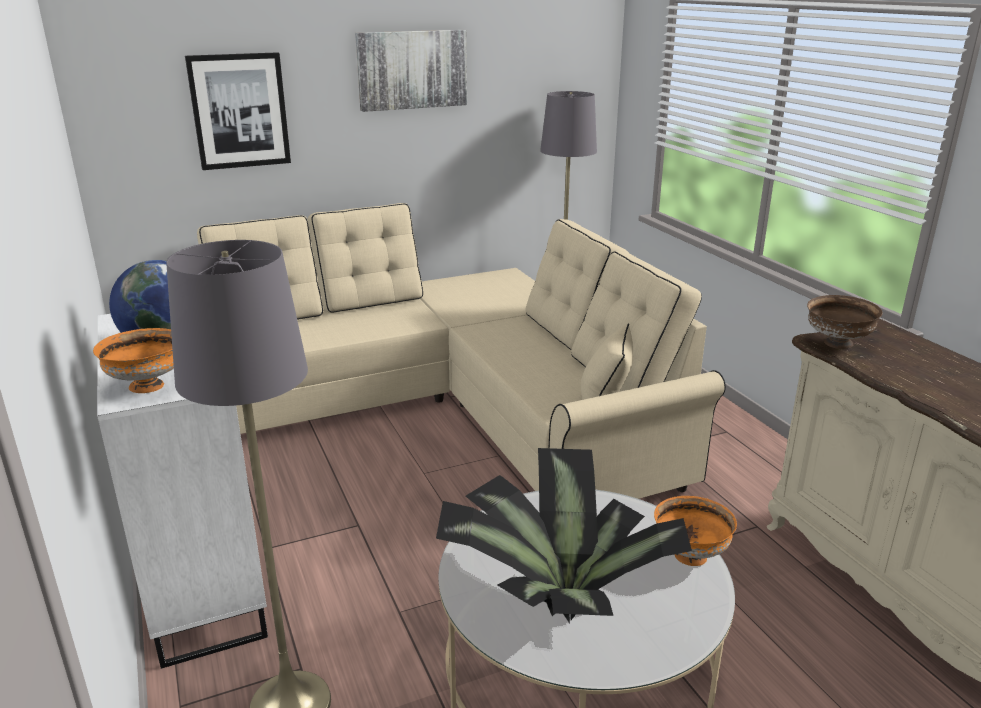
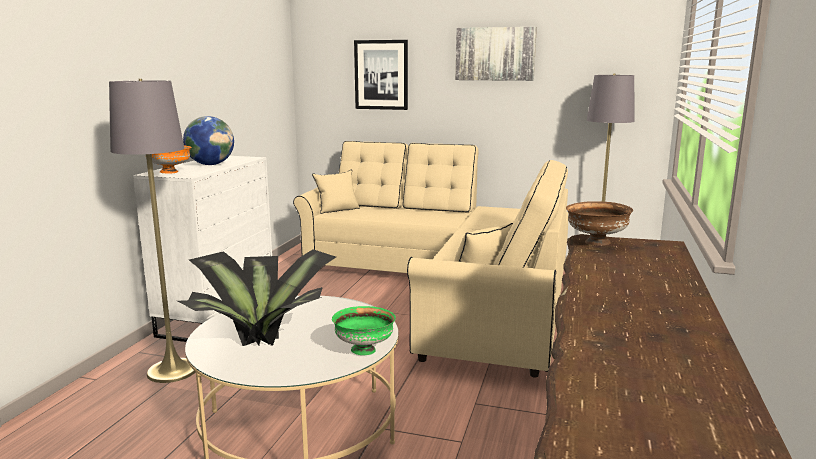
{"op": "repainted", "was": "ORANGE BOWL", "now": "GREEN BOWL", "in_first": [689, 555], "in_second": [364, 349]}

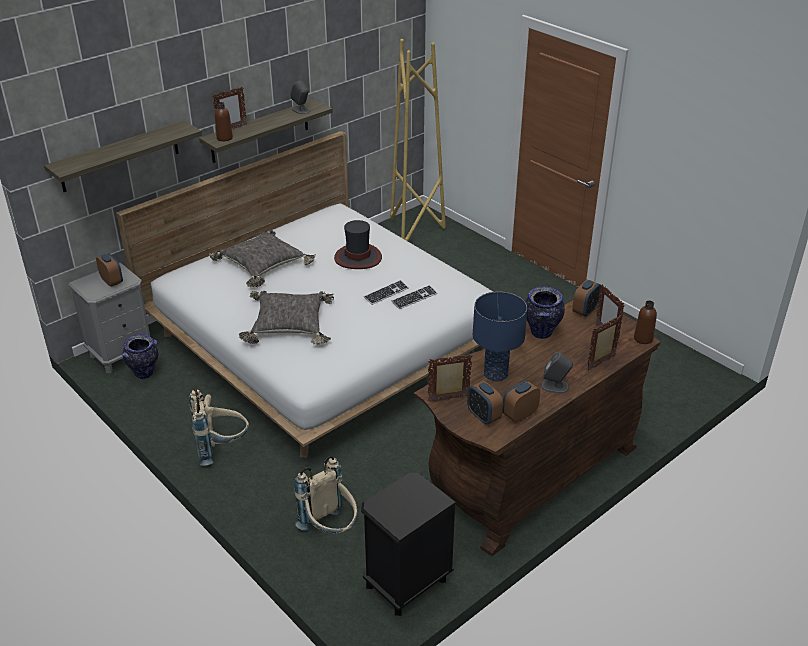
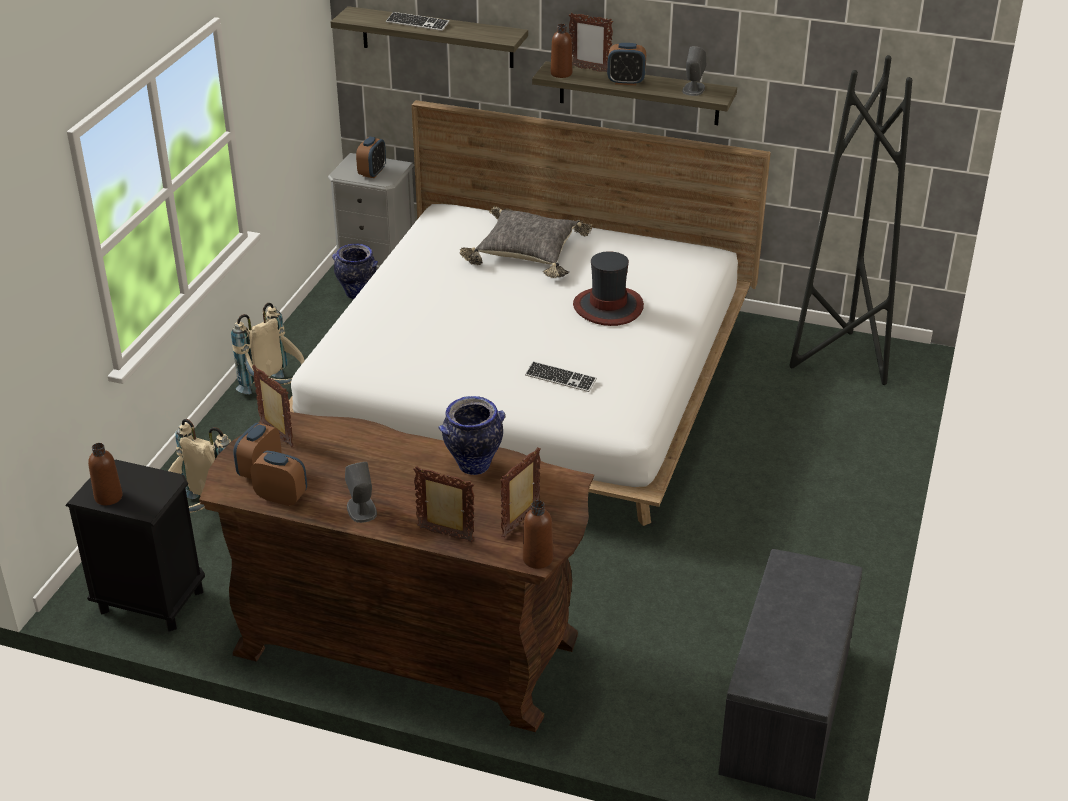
{"op": "gone", "was": "PILLOW", "in_first": [289, 322]}
{"op": "gone", "was": "BLUE TABLE LAMP", "in_first": [495, 374]}
{"op": "new", "now": "BROWN BOTTLE", "in_second": [108, 497]}
{"op": "new", "now": "GREY BENCH", "in_second": [788, 711]}
{"op": "shifted", "was": "KEYBOARD", "in_first": [386, 293], "in_second": [417, 23]}
{"op": "shifted", "was": "ALARM CLOCK", "in_first": [585, 311], "in_second": [626, 82]}
{"op": "repainted", "was": "YELLOW CLOTHES RACK", "now": "BLACK CLOTHES RACK", "in_first": [413, 232], "in_second": [842, 361]}

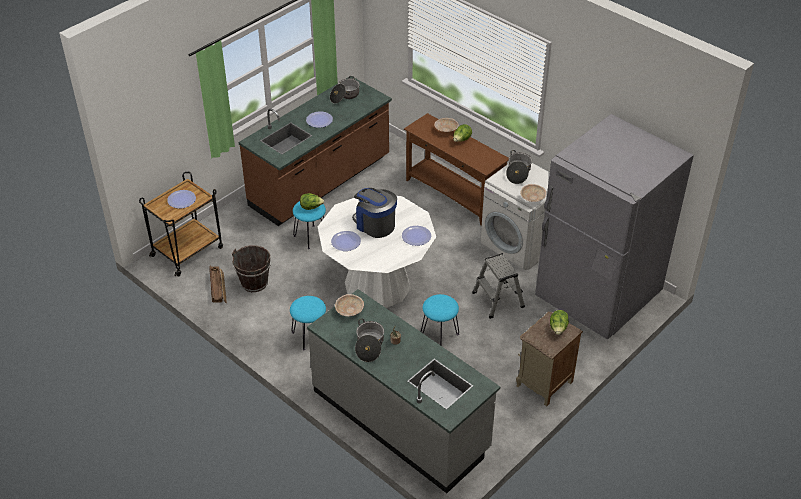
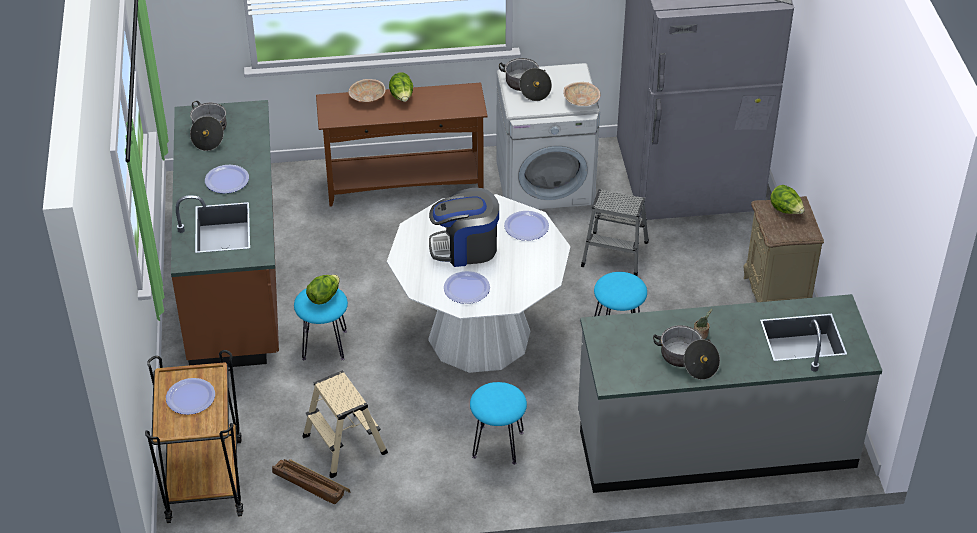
{"op": "gone", "was": "BEIGE BOWL", "in_first": [349, 311]}
{"op": "swapped", "was": "BROWN BUCKET", "now": "BEIGE STEP LADDER", "in_first": [254, 283], "in_second": [344, 444]}

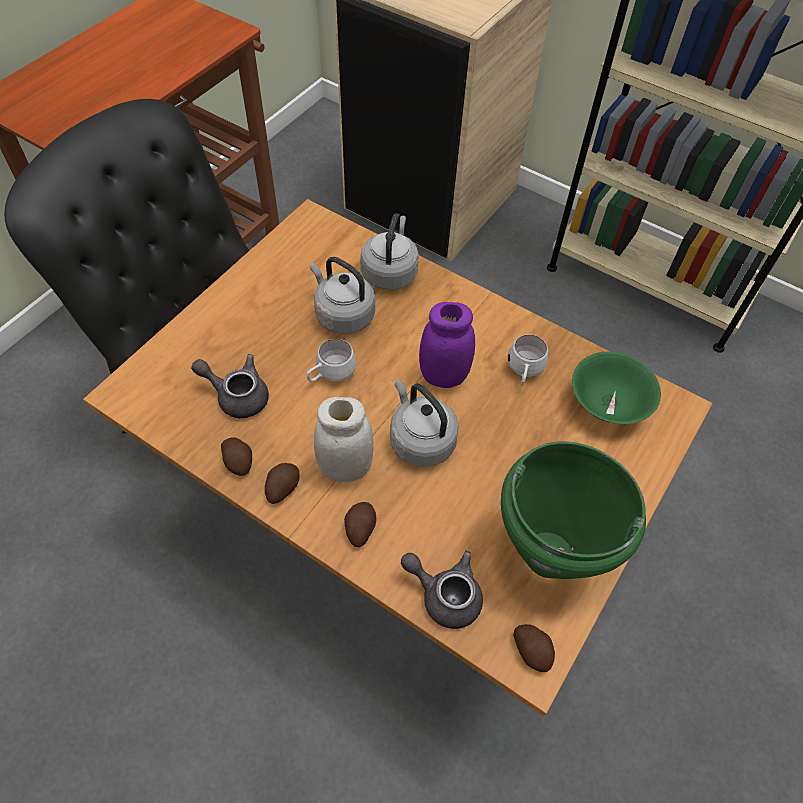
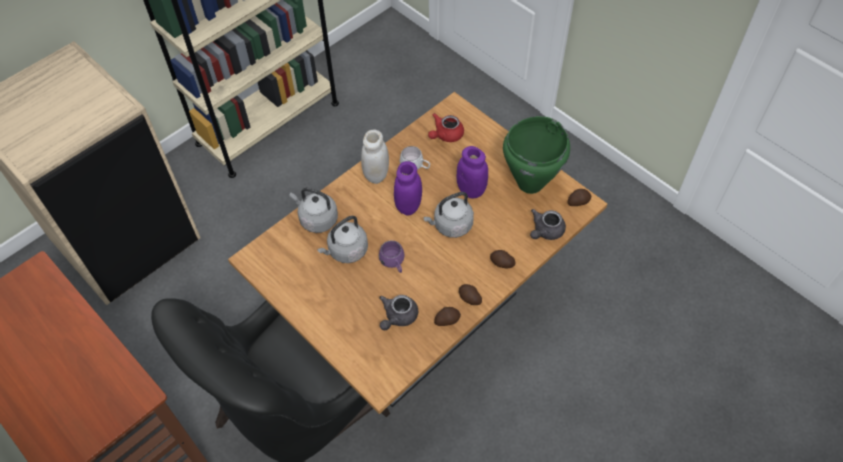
{"op": "new", "now": "PURPLE JAR", "in_second": [471, 190]}
{"op": "shifted", "was": "WHITE JAR", "in_first": [345, 467], "in_second": [376, 175]}
{"op": "swapped", "was": "GREEN BOWL", "now": "RED TEAPOT", "in_first": [607, 404], "in_second": [445, 135]}
{"op": "repainted", "was": "WHITE MUG", "now": "PURPLE MUG", "in_first": [330, 375], "in_second": [394, 264]}

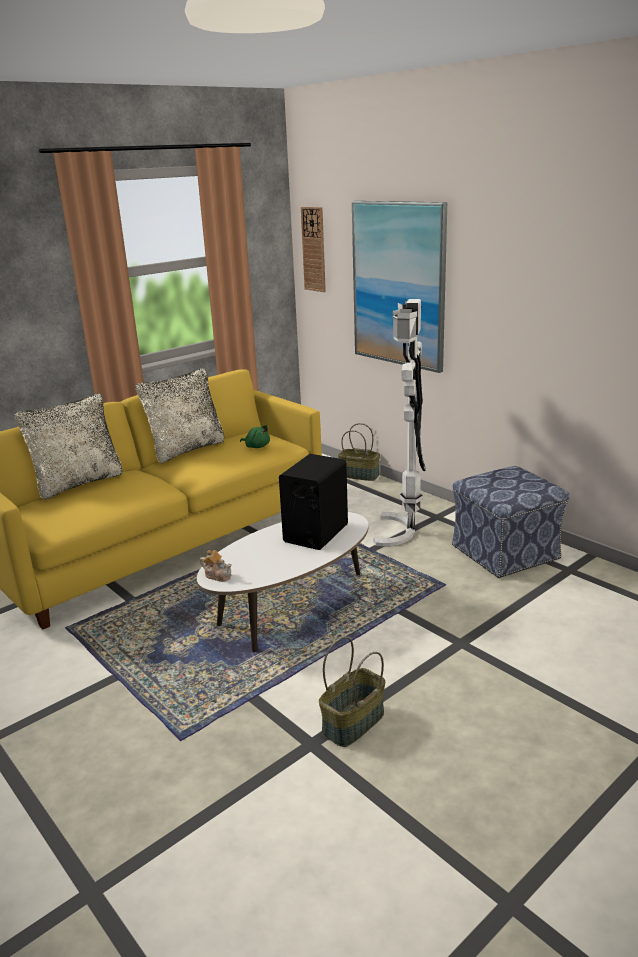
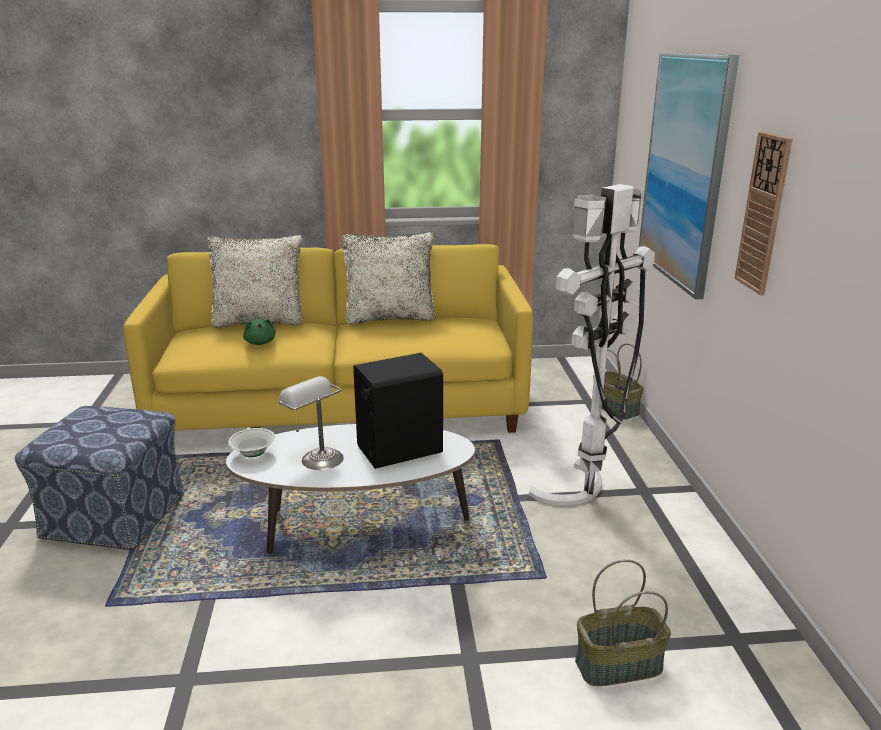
{"op": "new", "now": "WHITE TABLE LAMP", "in_second": [316, 456]}
{"op": "shifted", "was": "GREEN PLUSH TOY", "in_first": [256, 446], "in_second": [260, 342]}
{"op": "shifted", "was": "WALL CLOCK", "in_first": [314, 249], "in_second": [763, 213]}
{"op": "shifted", "was": "BASKET", "in_first": [353, 723], "in_second": [618, 666]}
{"op": "shifted", "was": "OTTOMAN", "in_first": [506, 552], "in_second": [116, 515]}
{"op": "swapped", "was": "TEAPOT", "now": "WHITE BOWL", "in_first": [218, 575], "in_second": [253, 454]}

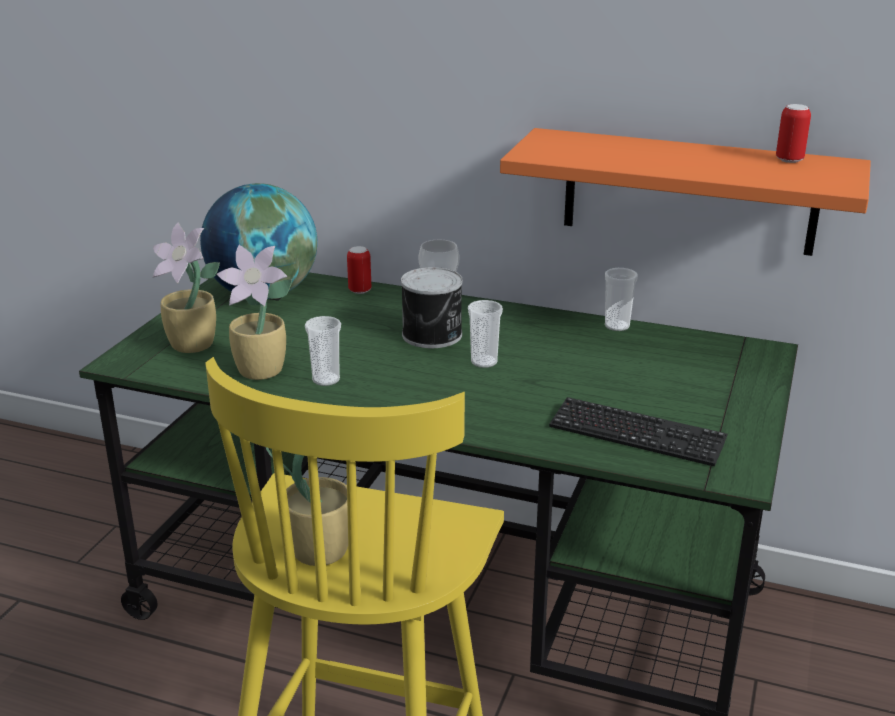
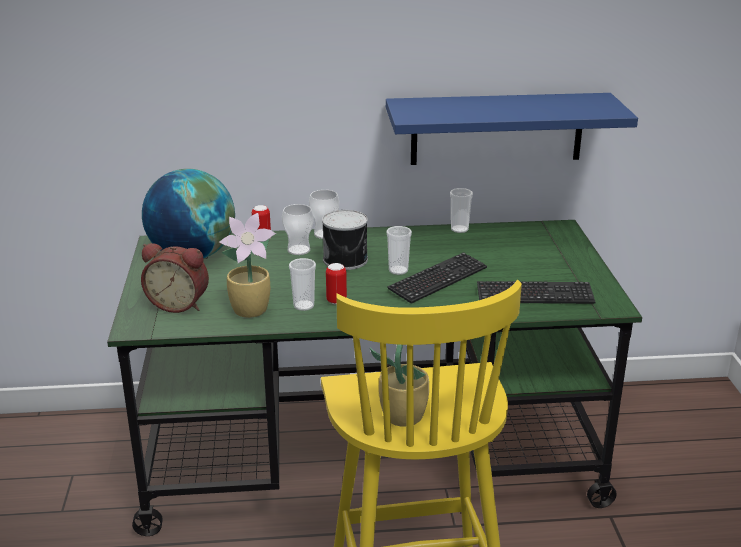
{"op": "new", "now": "CUP", "in_second": [298, 250]}
{"op": "new", "now": "KEYBOARD", "in_second": [438, 280]}
{"op": "shifted", "was": "CAN", "in_first": [789, 160], "in_second": [336, 301]}
{"op": "swapped", "was": "POTTED PLANT", "now": "ALARM CLOCK", "in_first": [193, 346], "in_second": [179, 304]}
{"op": "repainted", "was": "ORANGE SHELF", "now": "BLUE SHELF", "in_first": [689, 191], "in_second": [497, 129]}

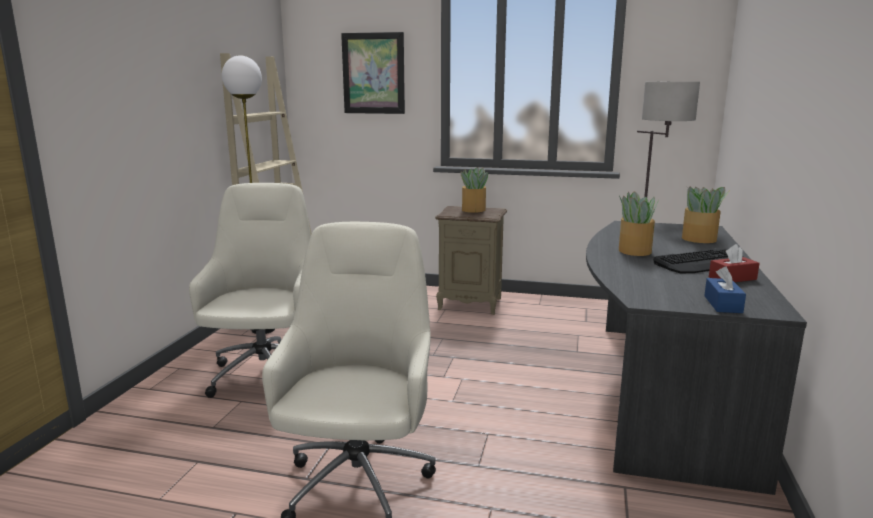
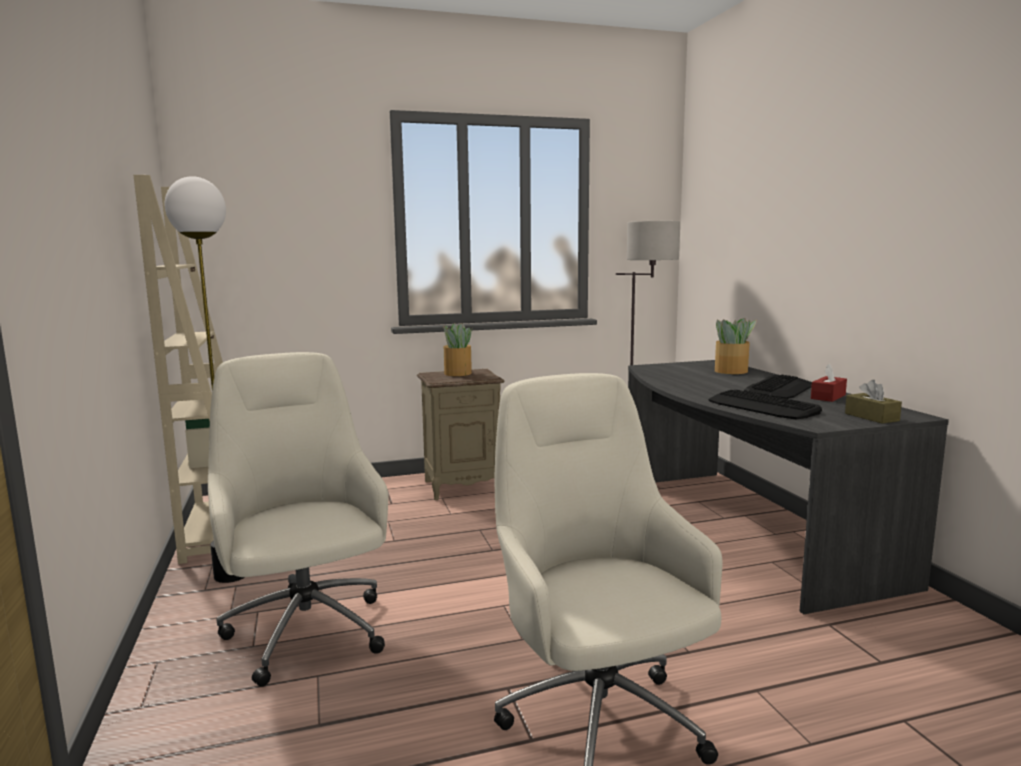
{"op": "gone", "was": "PICTURE", "in_first": [373, 73]}
{"op": "gone", "was": "POTTED PLANT", "in_first": [634, 251]}
{"op": "new", "now": "KEYBOARD", "in_second": [763, 406]}
{"op": "repainted", "was": "BLUE TISSUE BOX", "now": "BROWN TISSUE BOX", "in_first": [723, 304], "in_second": [871, 417]}

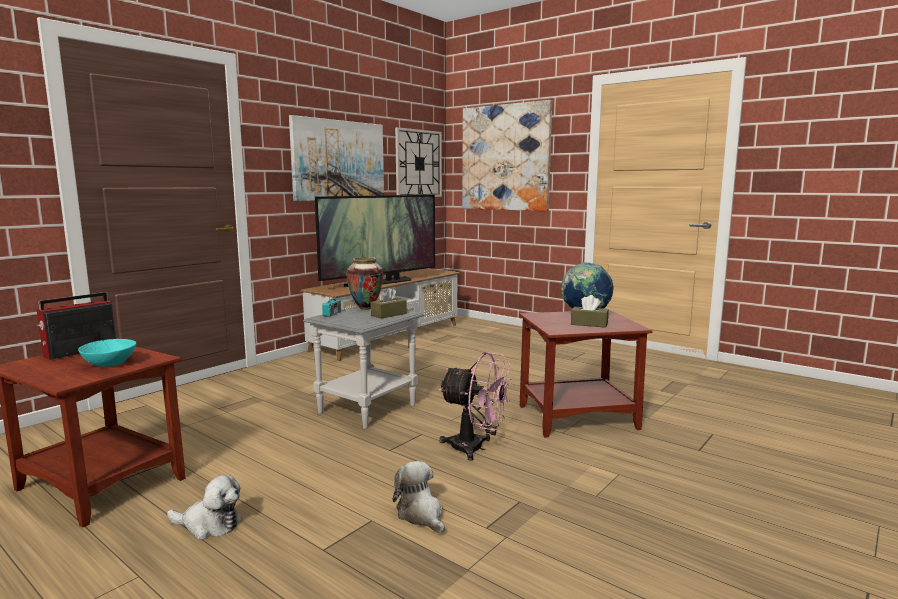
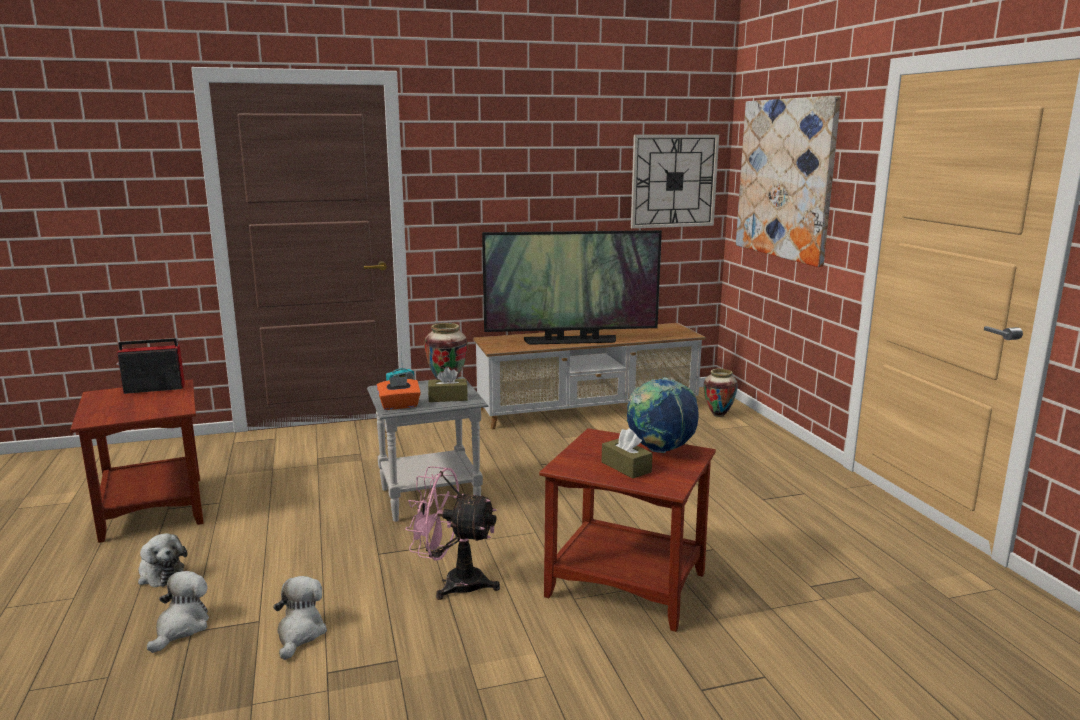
{"op": "gone", "was": "TURQUOISE BOWL", "in_first": [110, 363]}
{"op": "gone", "was": "PICTURE", "in_first": [339, 160]}
{"op": "new", "now": "PLUSH TOY", "in_second": [181, 628]}
{"op": "new", "now": "ORANGE TISSUE BOX", "in_second": [399, 406]}
{"op": "new", "now": "VASE", "in_second": [718, 415]}
{"op": "rotated", "was": "PINK FAN", "in_first": [475, 448], "in_second": [454, 583], "clockwise": 135}

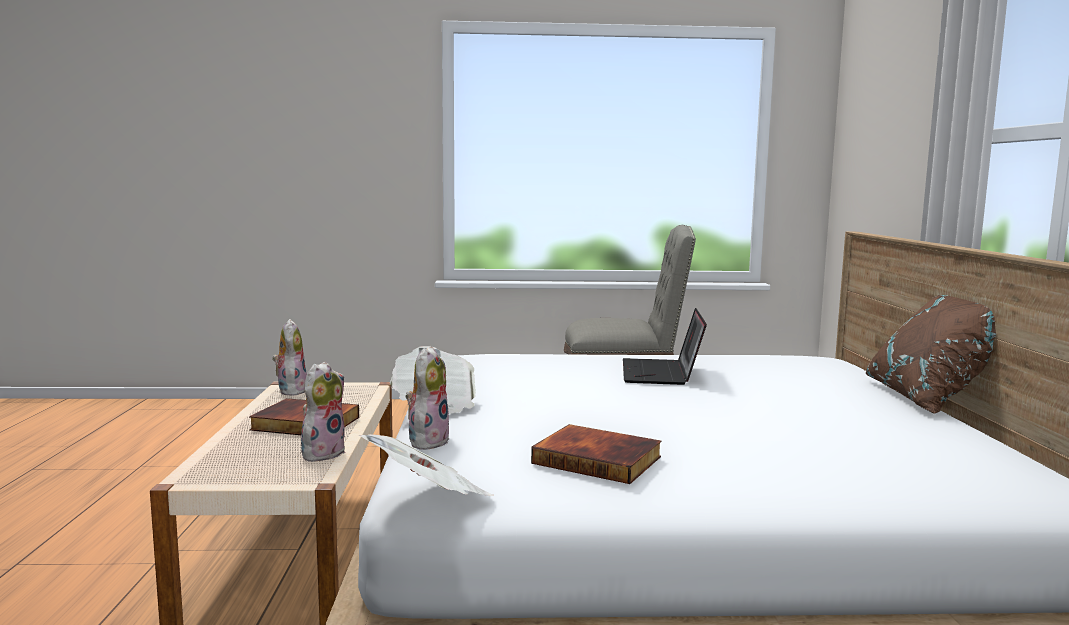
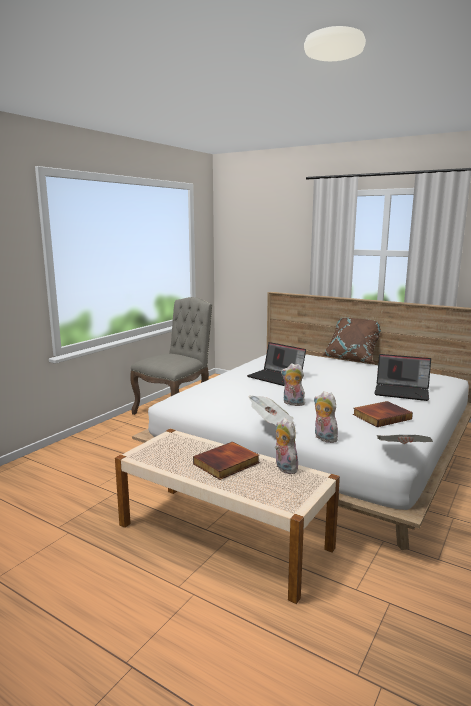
{"op": "new", "now": "LAPTOP", "in_second": [402, 392]}
{"op": "shifted", "was": "PLUSH TOY", "in_first": [291, 390], "in_second": [292, 403]}

